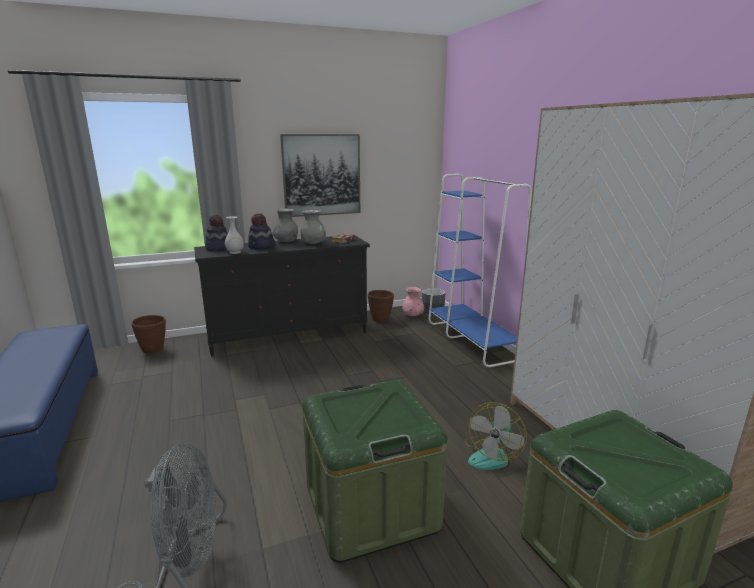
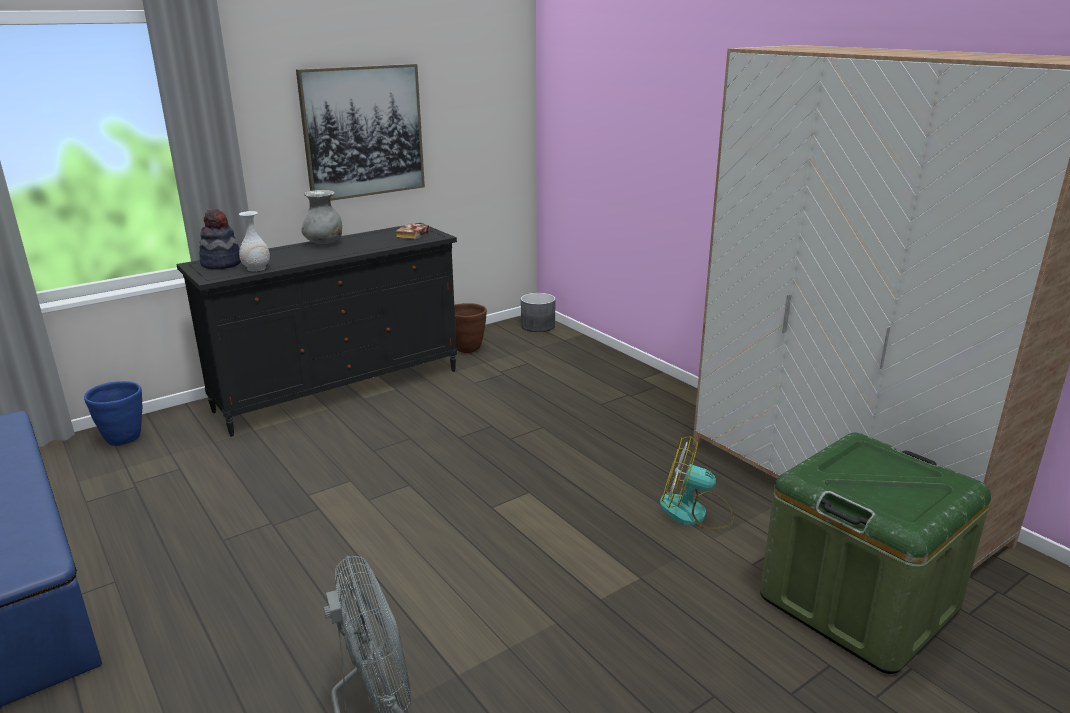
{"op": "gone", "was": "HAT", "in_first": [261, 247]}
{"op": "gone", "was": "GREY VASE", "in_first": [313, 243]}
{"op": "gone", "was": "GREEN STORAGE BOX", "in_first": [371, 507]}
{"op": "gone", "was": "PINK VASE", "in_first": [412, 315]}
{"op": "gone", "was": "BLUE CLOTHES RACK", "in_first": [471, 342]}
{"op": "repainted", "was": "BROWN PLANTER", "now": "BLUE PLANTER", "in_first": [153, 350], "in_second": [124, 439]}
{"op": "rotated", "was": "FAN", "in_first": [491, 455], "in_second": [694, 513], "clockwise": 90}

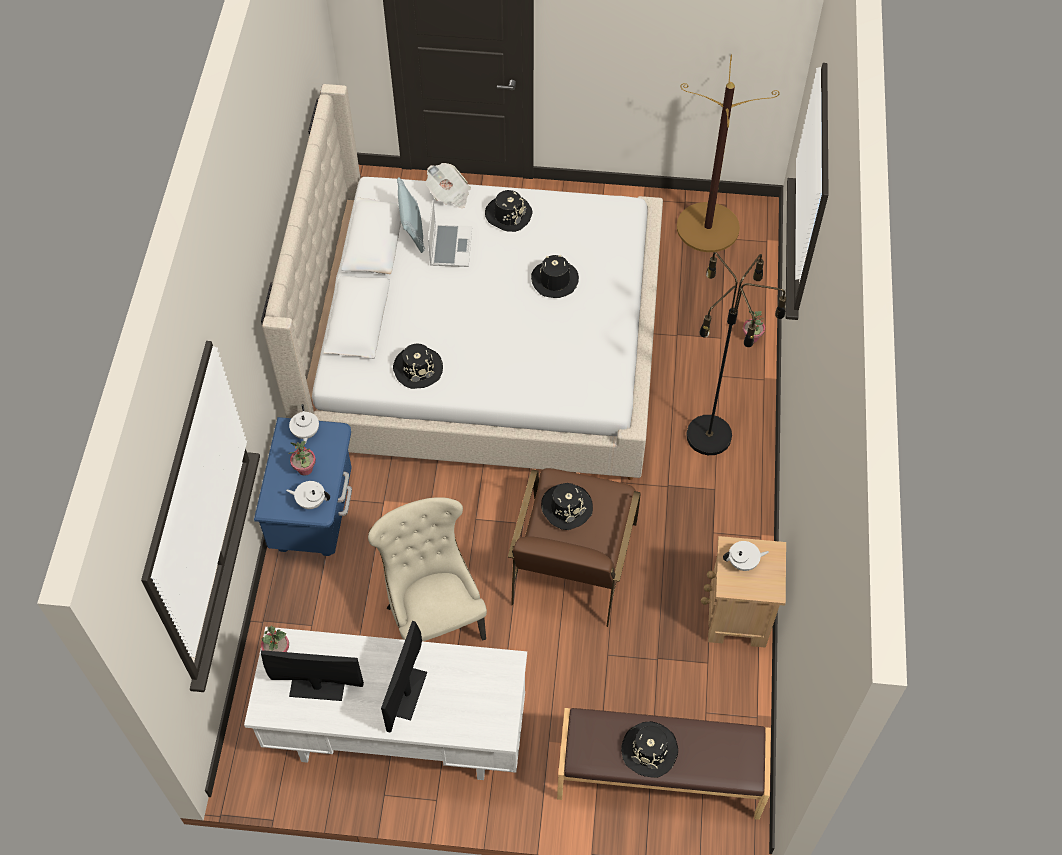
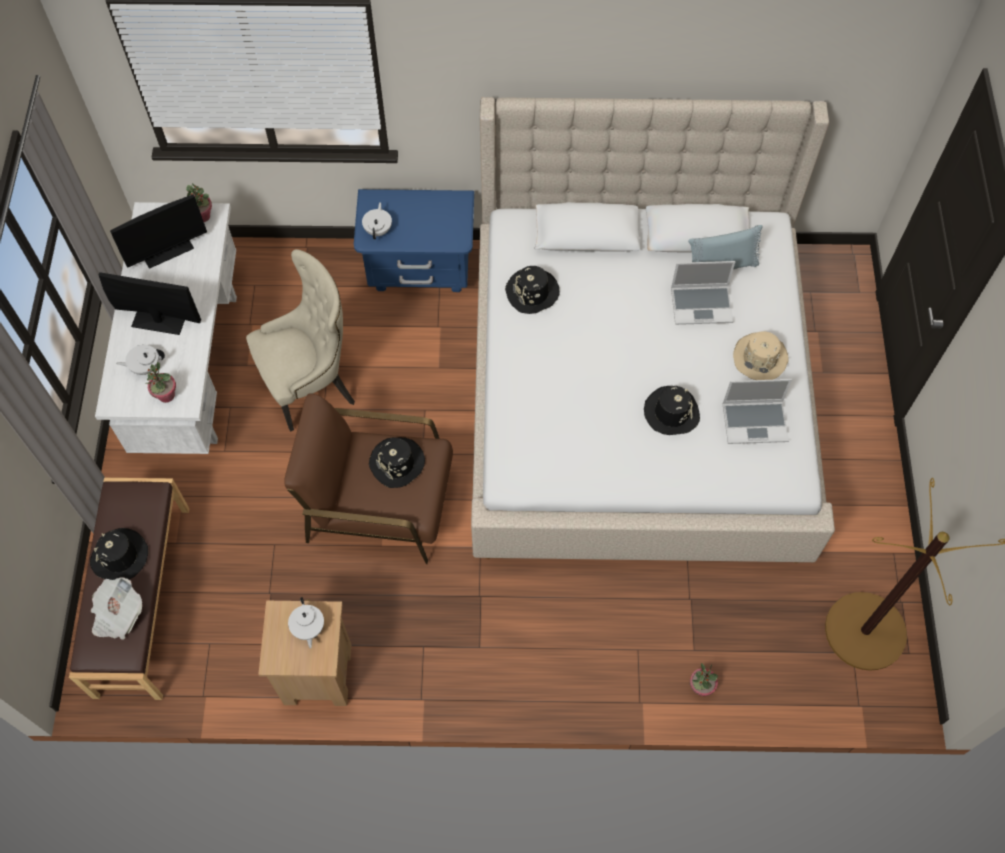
{"op": "gone", "was": "FLOOR LAMP", "in_first": [710, 436]}
{"op": "new", "now": "LAPTOP", "in_second": [755, 422]}
{"op": "shifted", "was": "POTTED PLANT", "in_first": [305, 469], "in_second": [166, 395]}
{"op": "shifted", "was": "WHITE TEAPOT", "in_first": [305, 433], "in_second": [145, 367]}
{"op": "shifted", "was": "NEWSPAPER", "in_first": [449, 194], "in_second": [118, 614]}
{"op": "repainted", "was": "BLACK HAT", "now": "BEIGE HAT", "in_first": [508, 214], "in_second": [760, 358]}
{"op": "rotated", "was": "MONITOR", "in_first": [317, 687], "in_second": [167, 250], "clockwise": 60}

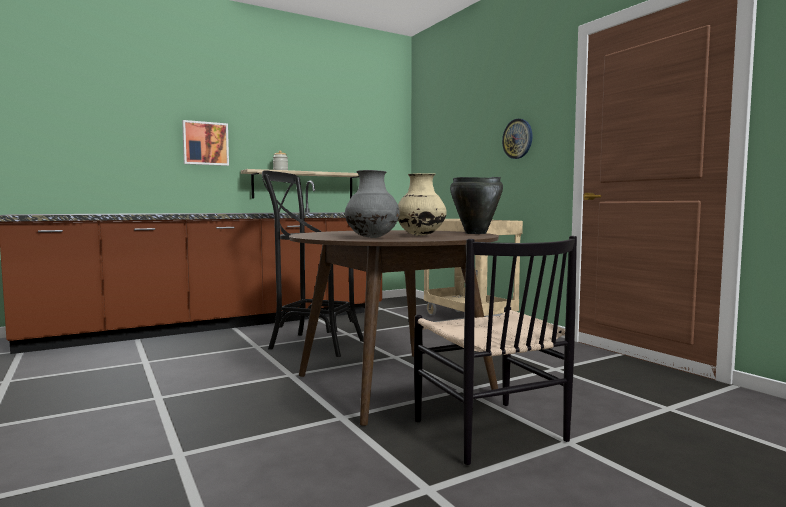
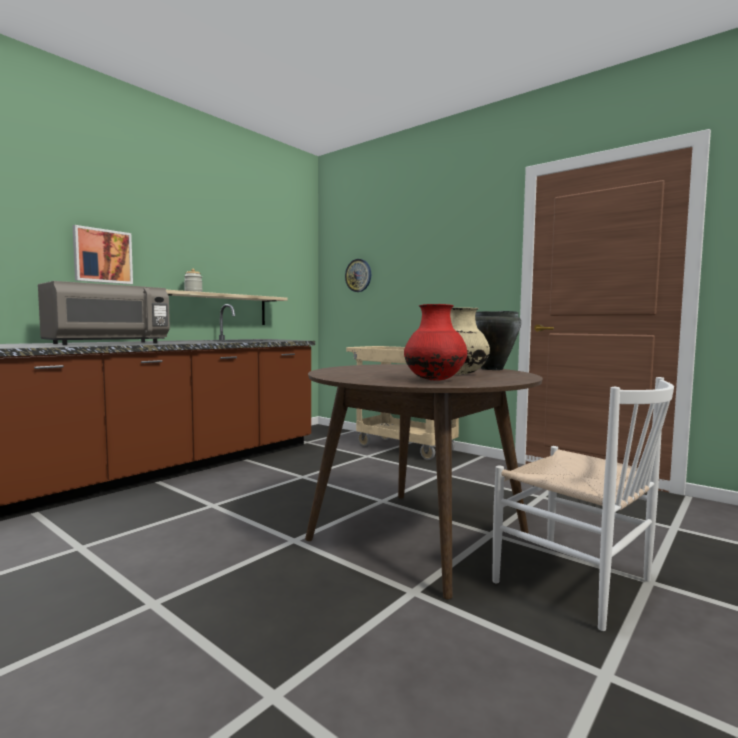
{"op": "gone", "was": "BLACK STOOL", "in_first": [313, 344]}
{"op": "new", "now": "GREY MICROWAVE", "in_second": [108, 343]}
{"op": "shifted", "was": "WALL CLOCK", "in_first": [518, 139], "in_second": [358, 275]}
{"op": "repainted", "was": "GREY VASE", "now": "RED VASE", "in_first": [372, 238], "in_second": [435, 380]}
{"op": "repainted", "was": "BLACK CHAIR", "now": "WHITE CHAIR", "in_first": [492, 434], "in_second": [578, 585]}

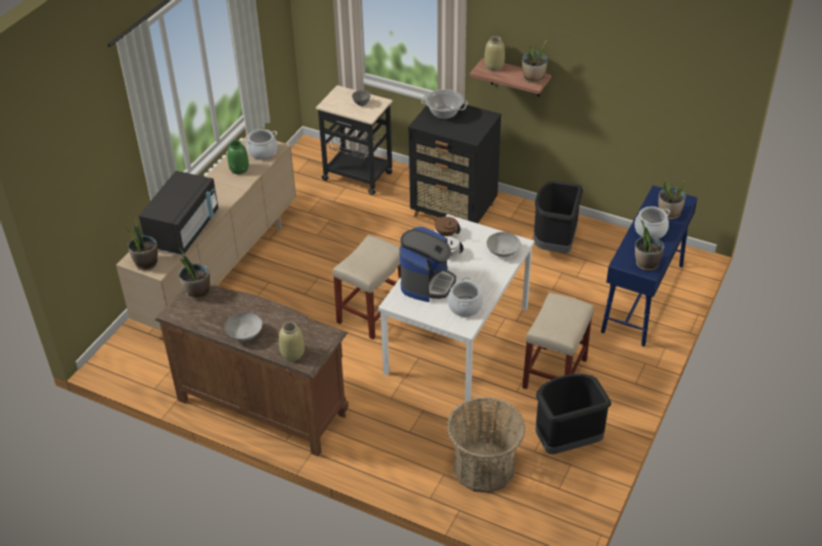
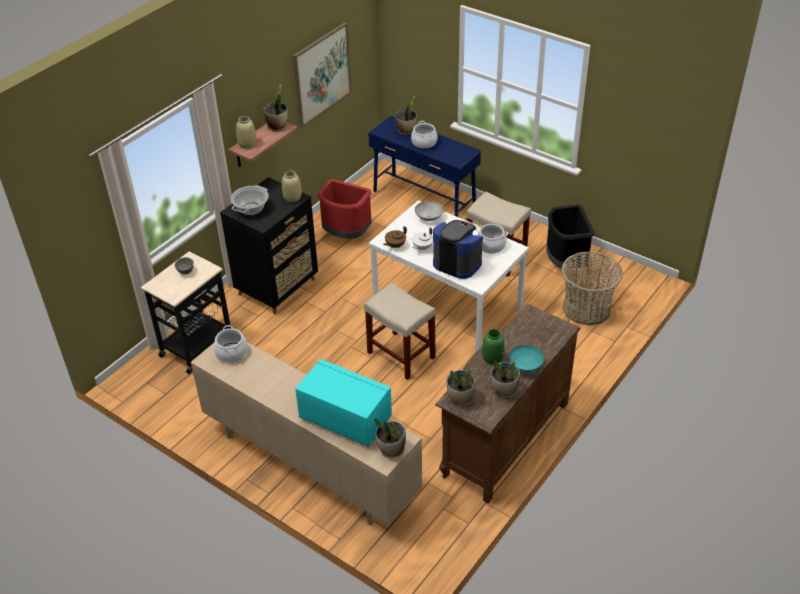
{"op": "new", "now": "PICTURE", "in_second": [322, 74]}
{"op": "shifted", "was": "GREEN VASE", "in_first": [239, 169], "in_second": [492, 358]}
{"op": "shifted", "was": "BEIGE VASE", "in_first": [292, 354], "in_second": [292, 198]}
{"op": "shifted", "was": "POTTED PLANT", "in_first": [646, 264], "in_second": [504, 390]}
{"op": "repainted", "was": "BLACK MICROWAVE", "now": "TURQUOISE MICROWAVE", "in_first": [183, 230], "in_second": [345, 418]}
{"op": "repainted", "was": "GREY BOWL", "now": "TURQUOISE BOWL", "in_first": [245, 334], "in_second": [525, 366]}
{"op": "repainted", "was": "BLACK TRASH CAN", "now": "RED TRASH CAN", "in_first": [554, 245], "in_second": [346, 234]}

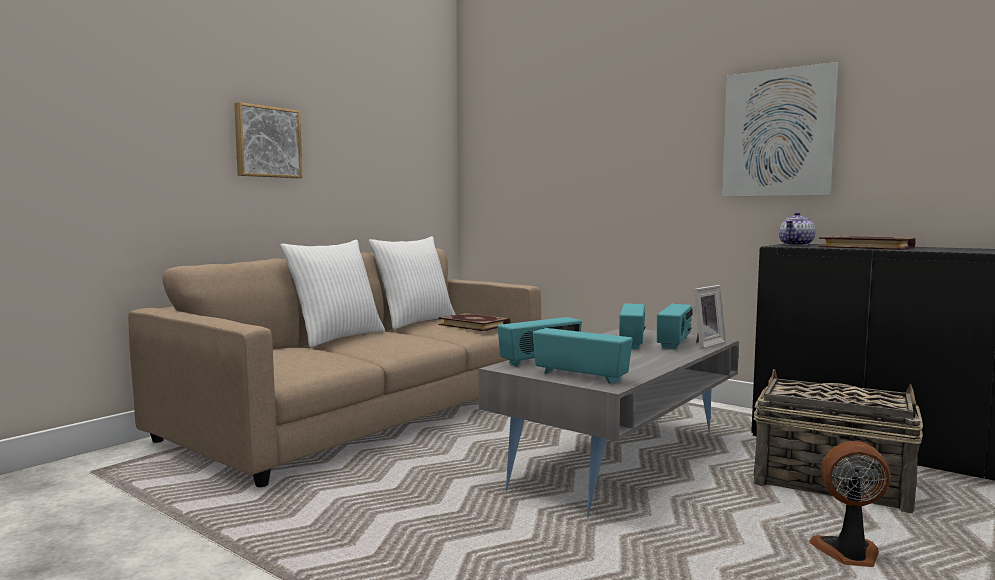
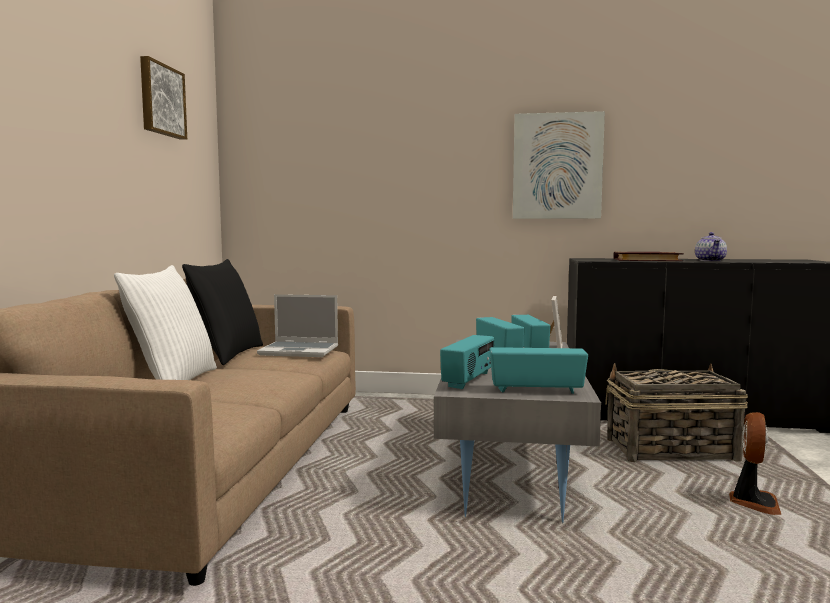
{"op": "shifted", "was": "PICTURE", "in_first": [267, 142], "in_second": [161, 100]}
{"op": "shifted", "was": "TEAPOT", "in_first": [796, 244], "in_second": [710, 260]}
{"op": "swapped", "was": "BOOK", "now": "LAPTOP", "in_first": [475, 325], "in_second": [300, 351]}
{"op": "repainted", "was": "WHITE PILLOW", "now": "BLACK PILLOW", "in_first": [414, 322], "in_second": [227, 355]}
{"op": "rotated", "was": "FAN", "in_first": [848, 553], "in_second": [753, 502], "clockwise": 135}

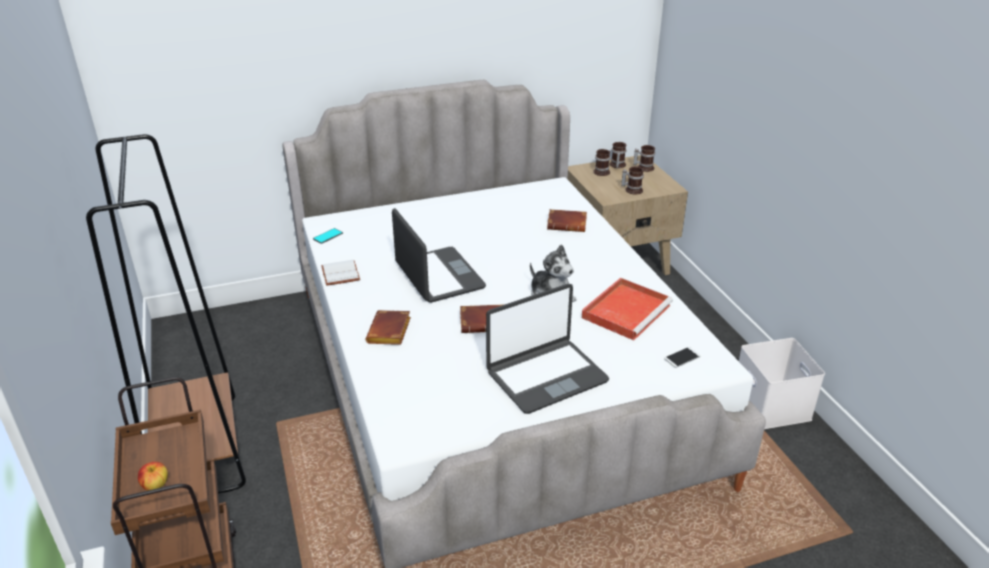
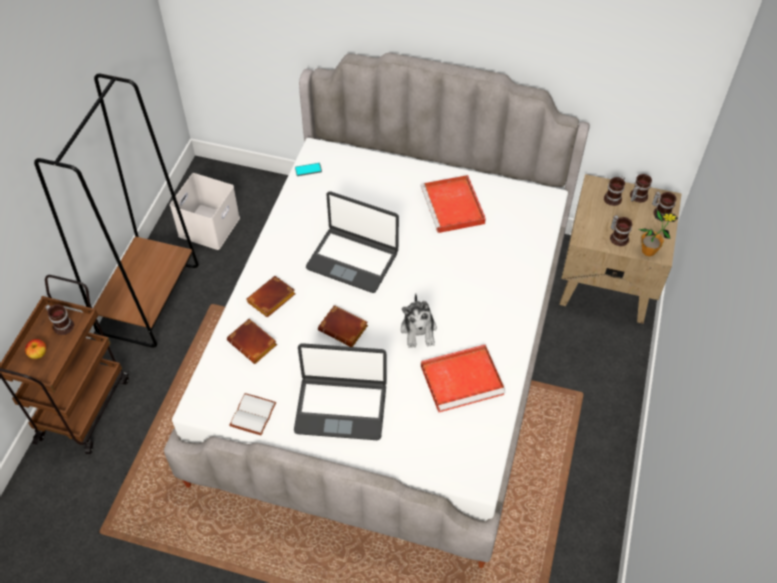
{"op": "gone", "was": "PHONE", "in_first": [682, 358]}
{"op": "new", "now": "MUG", "in_second": [63, 324]}
{"op": "new", "now": "RED TRAY", "in_second": [453, 207]}
{"op": "new", "now": "POTTED PLANT", "in_second": [648, 251]}
{"op": "shifted", "was": "WHITE BOOK", "in_first": [339, 273], "in_second": [252, 414]}
{"op": "shifted", "was": "BROWN BOOK", "in_first": [568, 224], "in_second": [254, 343]}
{"op": "shifted", "was": "WHITE STORAGE BOX", "in_first": [769, 405], "in_second": [208, 225]}
{"op": "rotated", "was": "LAPTOP", "in_first": [438, 276], "in_second": [353, 260], "clockwise": 105}

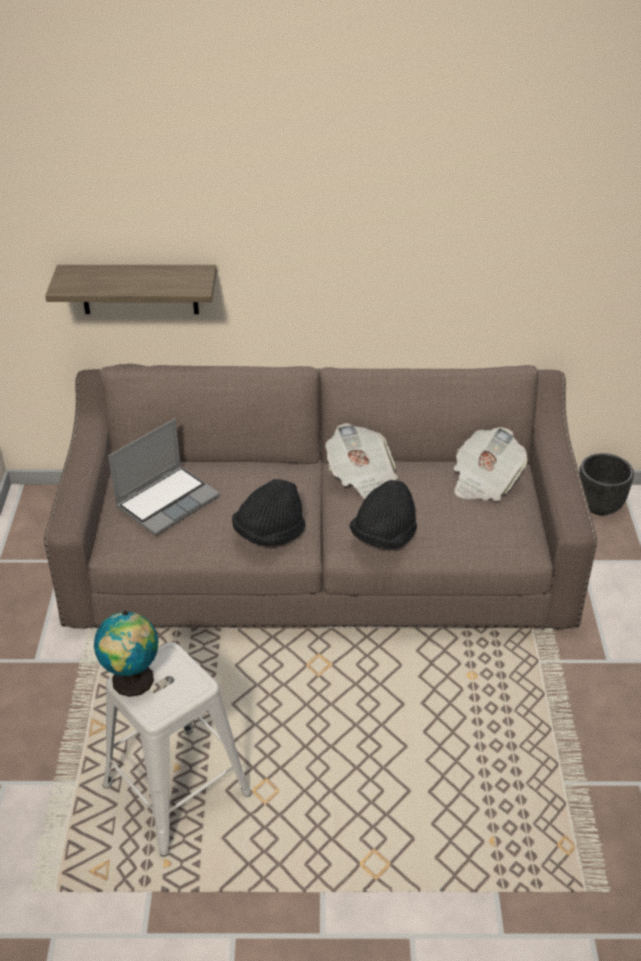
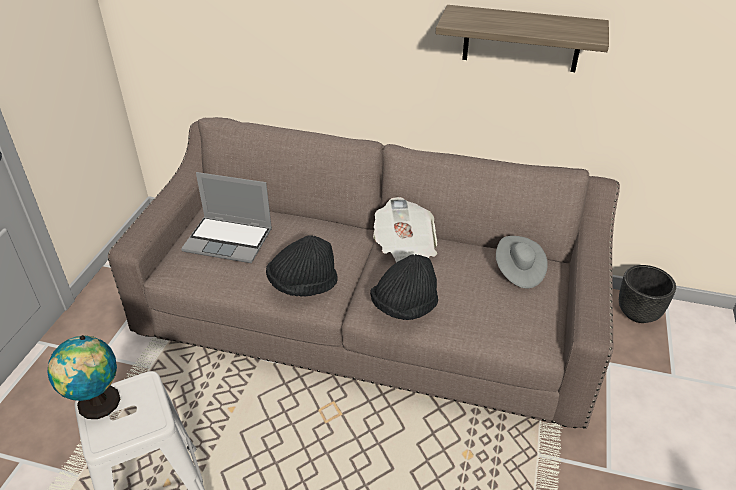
{"op": "shifted", "was": "SHELF", "in_first": [139, 289], "in_second": [521, 39]}
{"op": "swapped", "was": "NEWSPAPER", "now": "GREY HAT", "in_first": [484, 481], "in_second": [518, 271]}
{"op": "rotated", "was": "LAPTOP", "in_first": [167, 501], "in_second": [230, 240], "clockwise": 45}

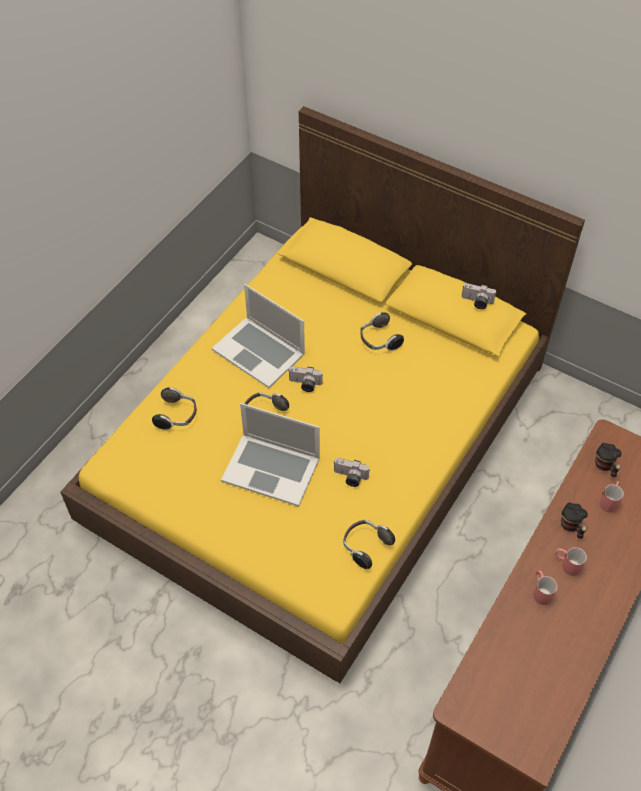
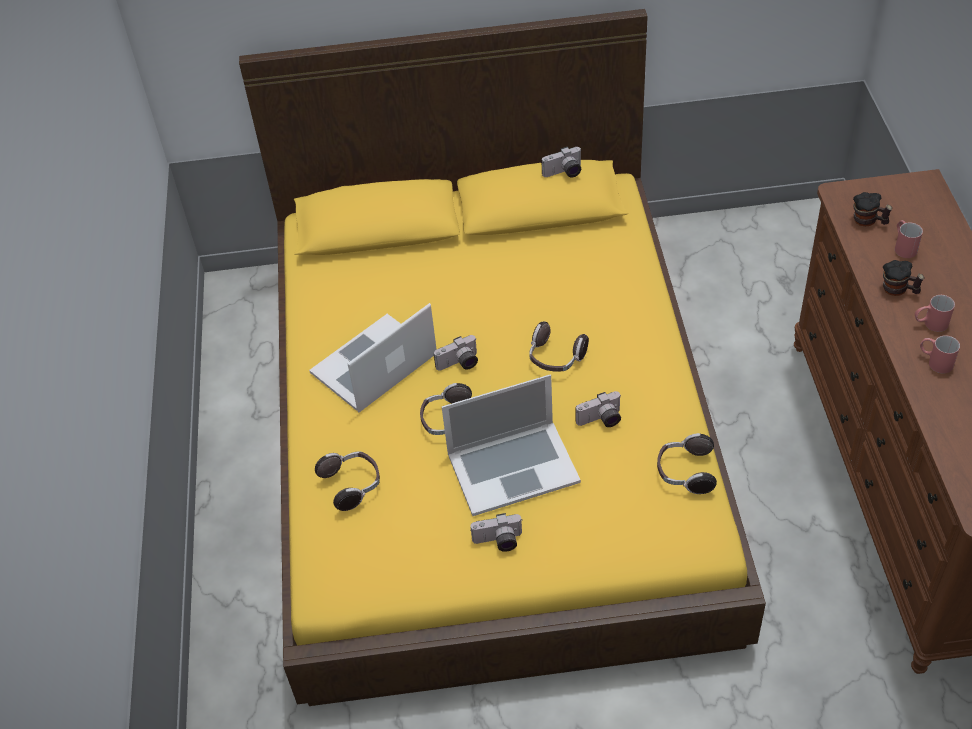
{"op": "new", "now": "PHOTO CAMERA", "in_second": [498, 542]}
{"op": "shifted", "was": "HEADPHONES", "in_first": [379, 340], "in_second": [555, 359]}
{"op": "rotated", "was": "LAPTOP", "in_first": [259, 351], "in_second": [374, 364], "clockwise": 135}

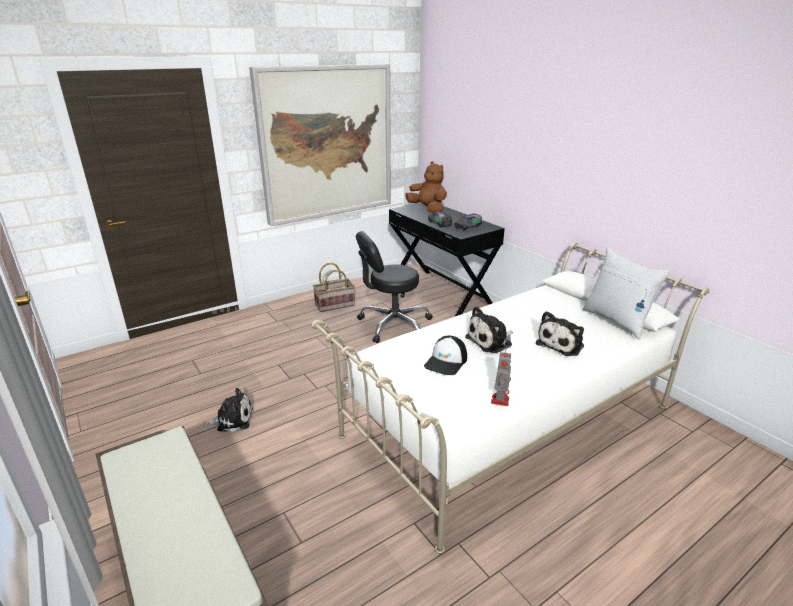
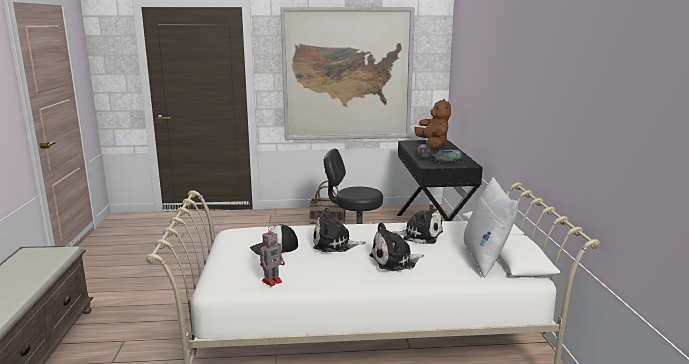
{"op": "shifted", "was": "PLUSH TOY", "in_first": [232, 419], "in_second": [420, 235]}

